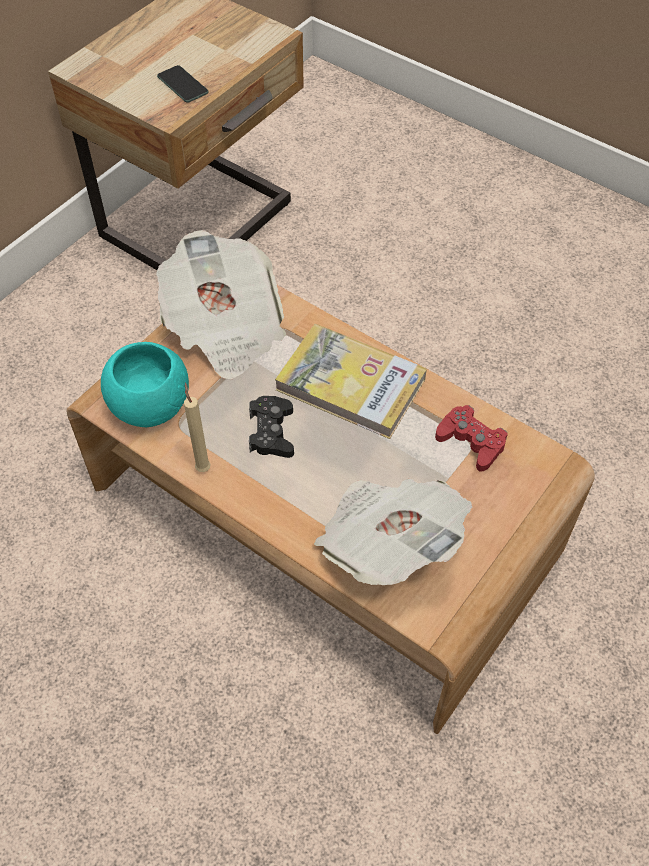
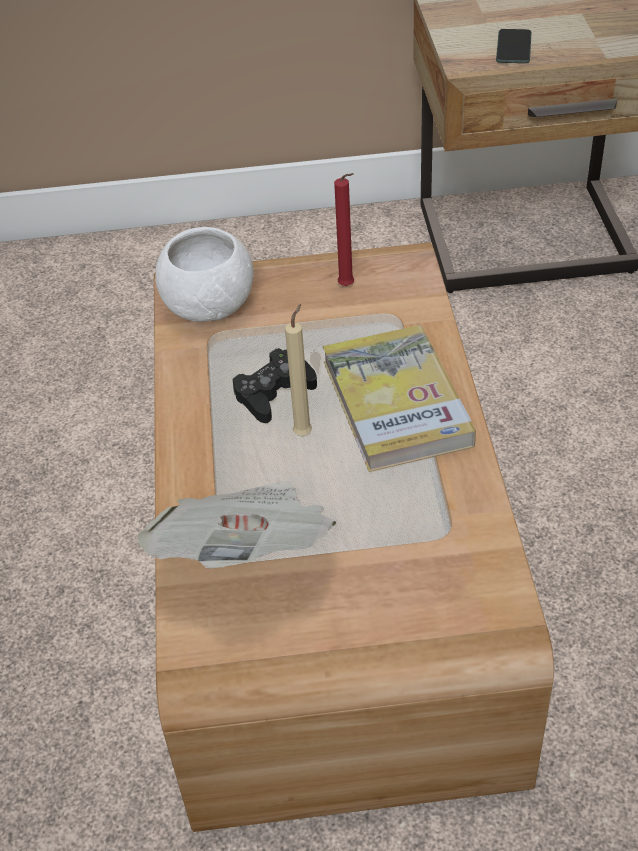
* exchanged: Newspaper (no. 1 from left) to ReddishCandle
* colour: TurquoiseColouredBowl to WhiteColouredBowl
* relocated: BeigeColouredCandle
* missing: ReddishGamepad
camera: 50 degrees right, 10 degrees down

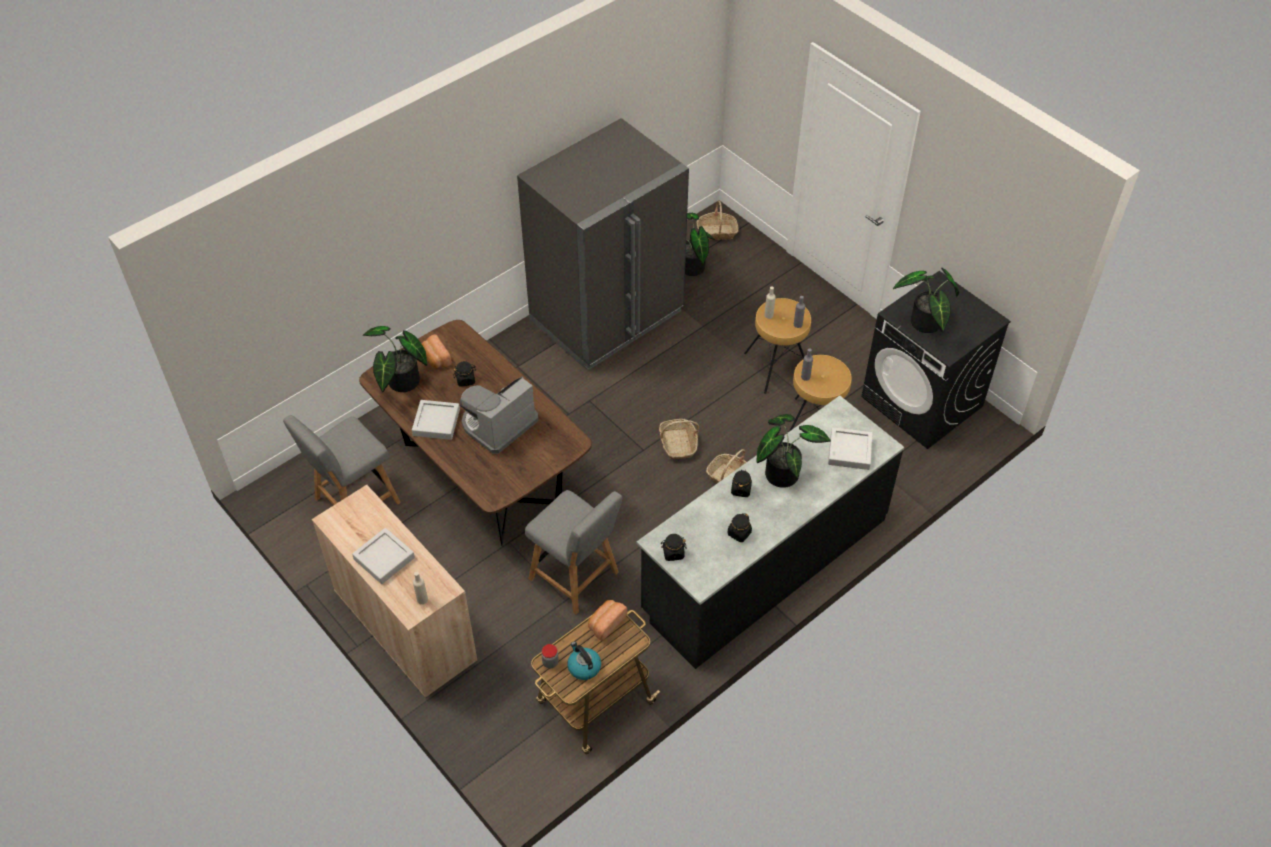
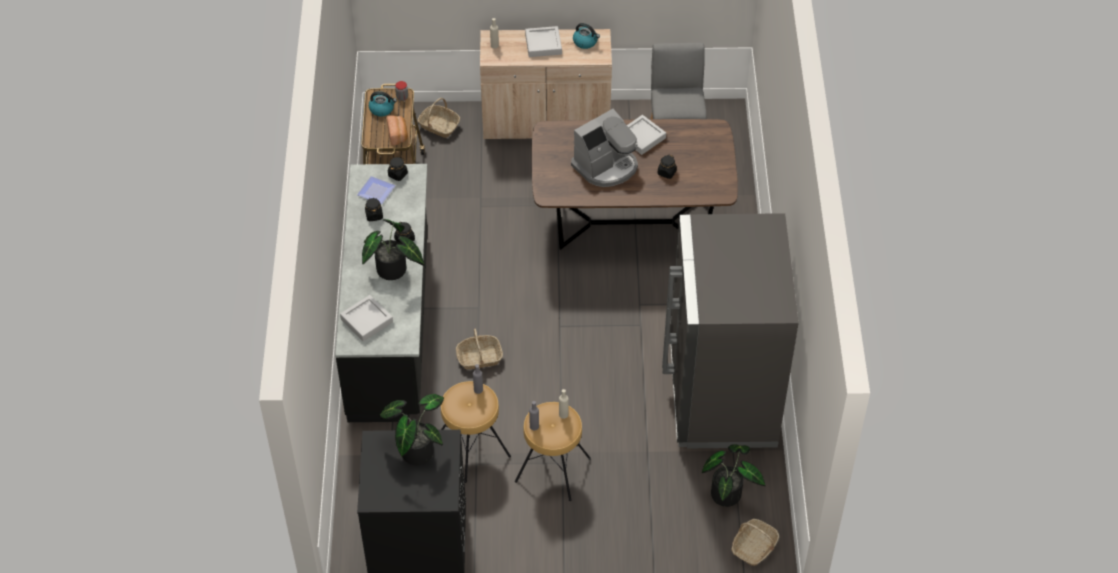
* missing: PottedPlant (no. 1 from left)
* missing: BakeryBread (no. 1 from left)
* spun: CoffeeBrewer 60 degrees clockwise
* relocated: HouseholdBasket (no. 1 from left)
* missing: GreyChair (no. 2 from left)
* appeared: WaterKettle (no. 2 from left)
* appeared: DinnerPlate
camera: 130 degrees right, 0 degrees up

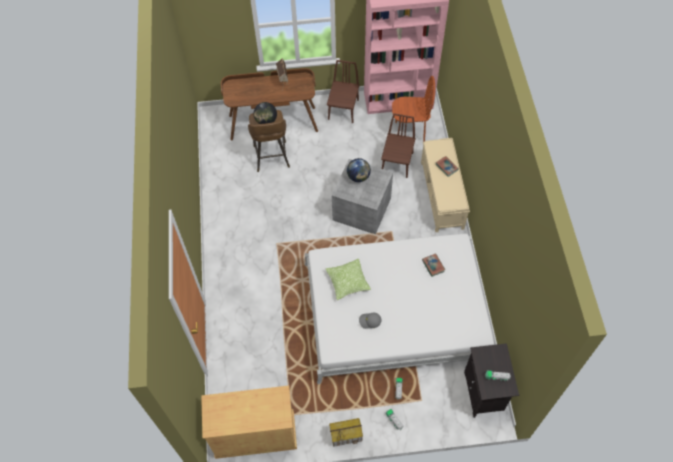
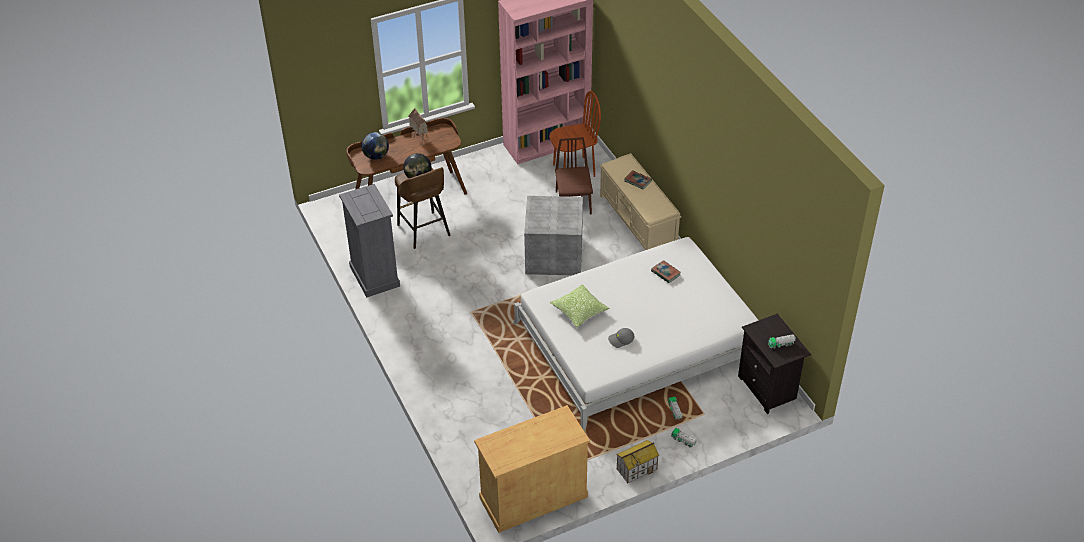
* missing: BrownColouredChair (no. 1 from left)
* relocated: Globe (no. 2 from left in the first image) to Globe (no. 1 from left)
* appeared: GreyDrawerChest
camera: 20 degrees left, 15 degrees down

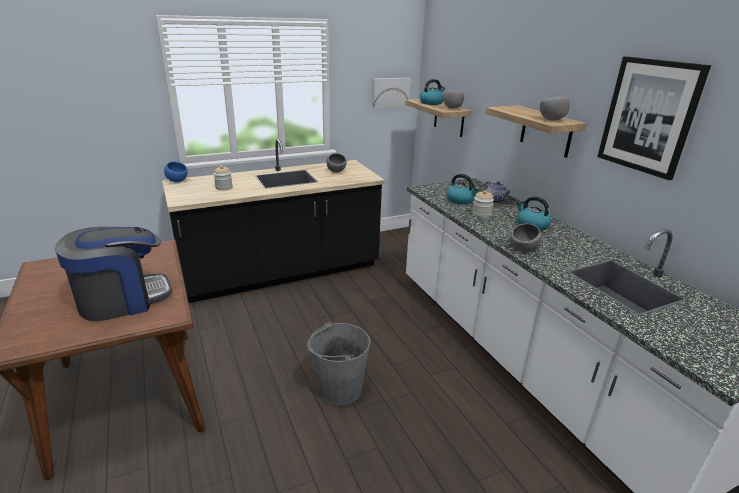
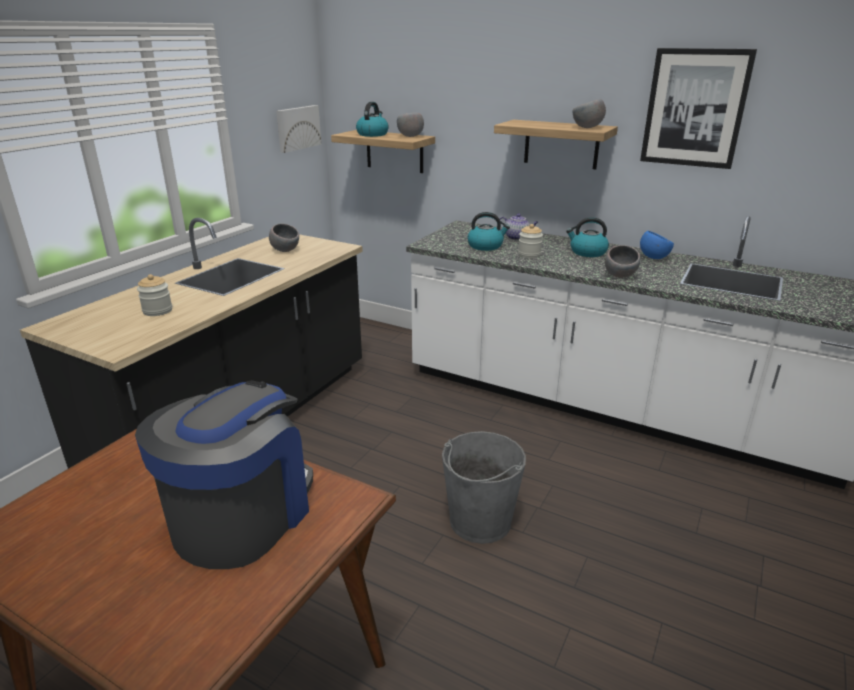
* relocated: BlueBowl
camera: 35 degrees left, 0 degrees up

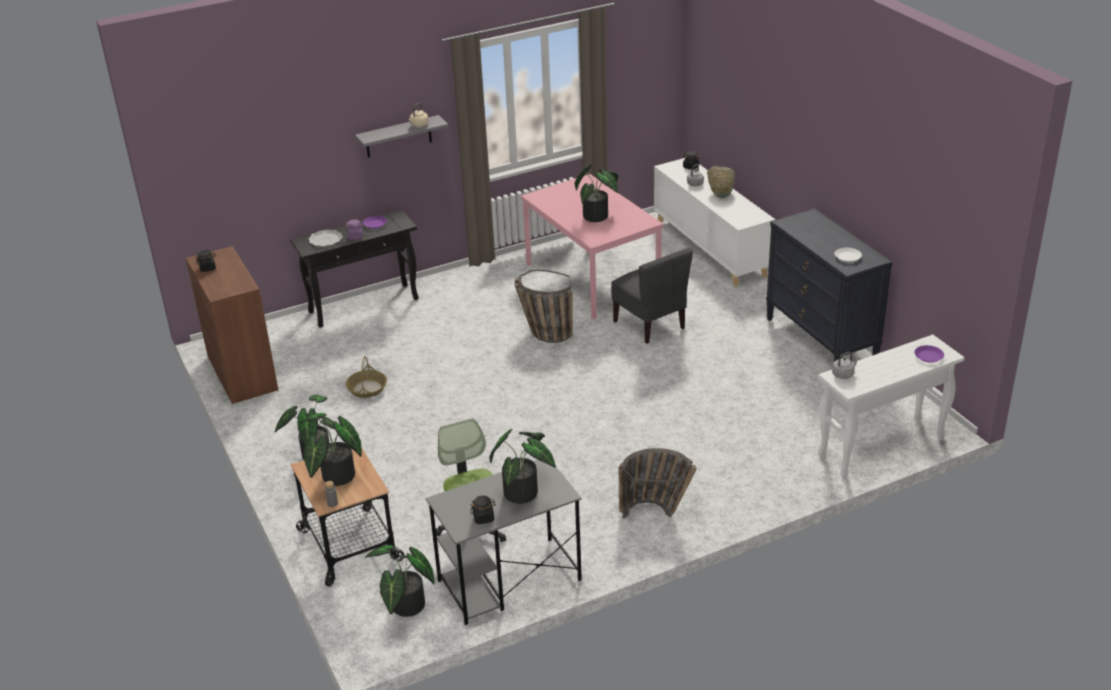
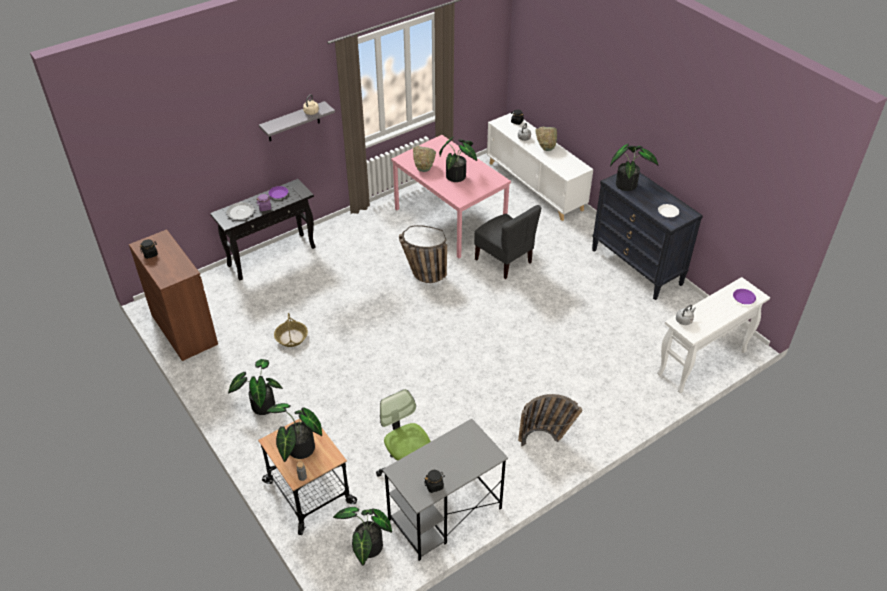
* relocated: PottedPlant (no. 4 from left in the first image) to PottedPlant (no. 5 from left)
* appeared: GreenishBowl (no. 1 from left)
camera: 10 degrees left, 10 degrees up

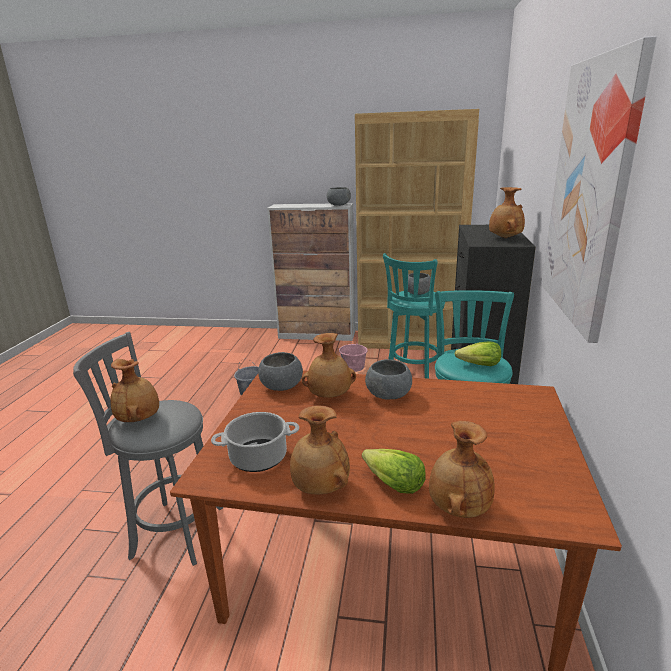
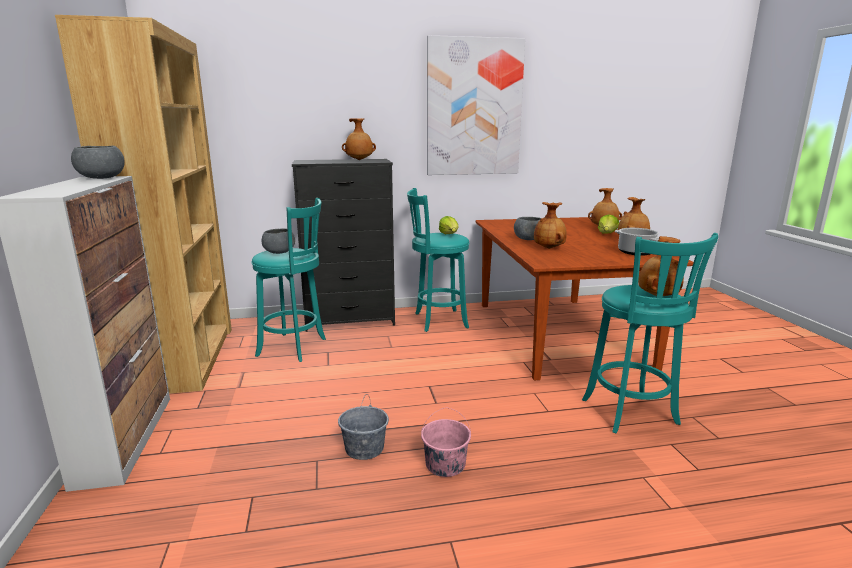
* colour: GreySittingStool to TurquoiseColouredSittingStool (no. 3 from left)
* relocated: PinkColouredPail
* missing: GreyBowl (no. 1 from left)
camera: 110 degrees left, 5 degrees down

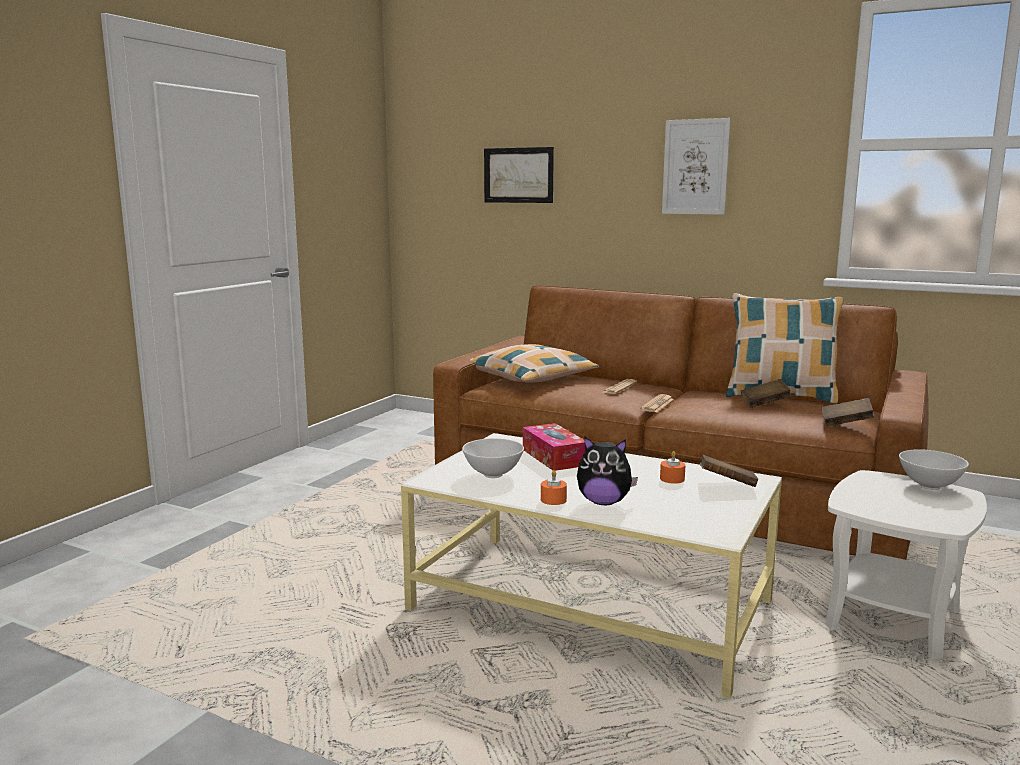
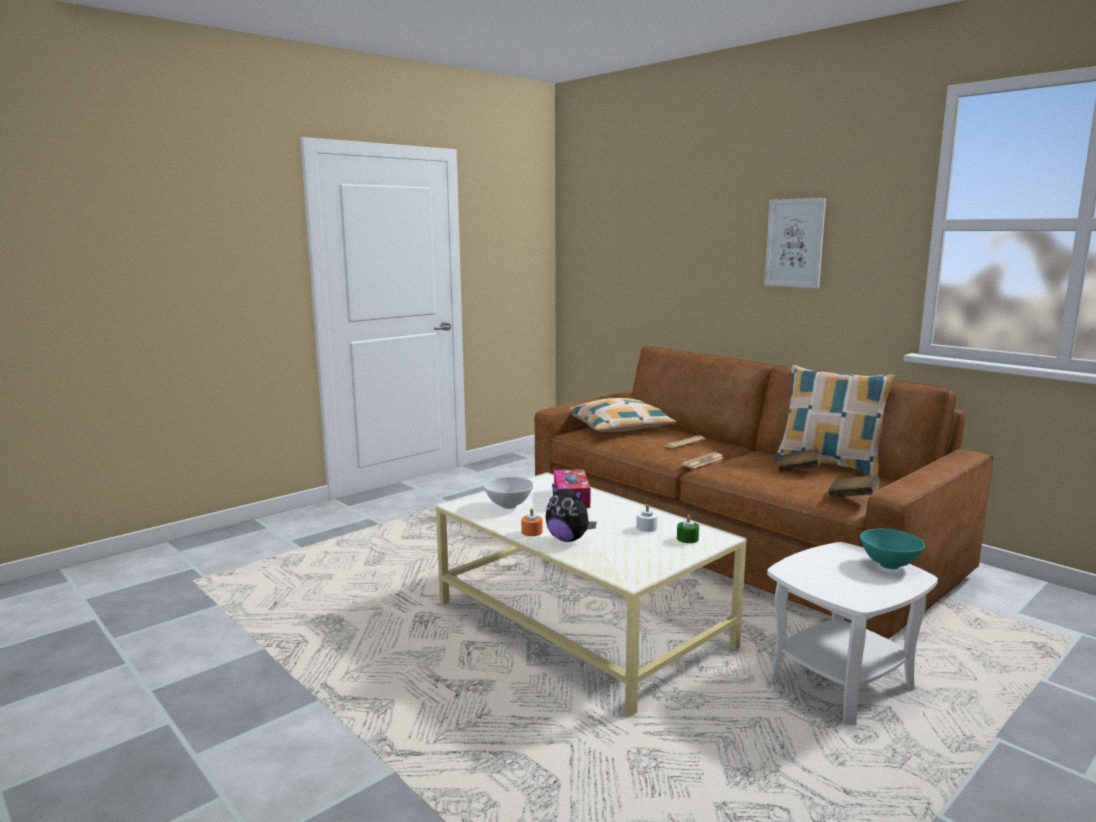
* missing: WallPicture (no. 1 from left)
* colour: WhiteColouredBowl (no. 2 from left) to TurquoiseColouredBowl
* colour: OrangeColouredCandle (no. 2 from left) to WhiteColouredCandle
* exchanged: BrownColouredBook (no. 1 from left) to GreenishCandle
camera: 20 degrees right, 0 degrees up

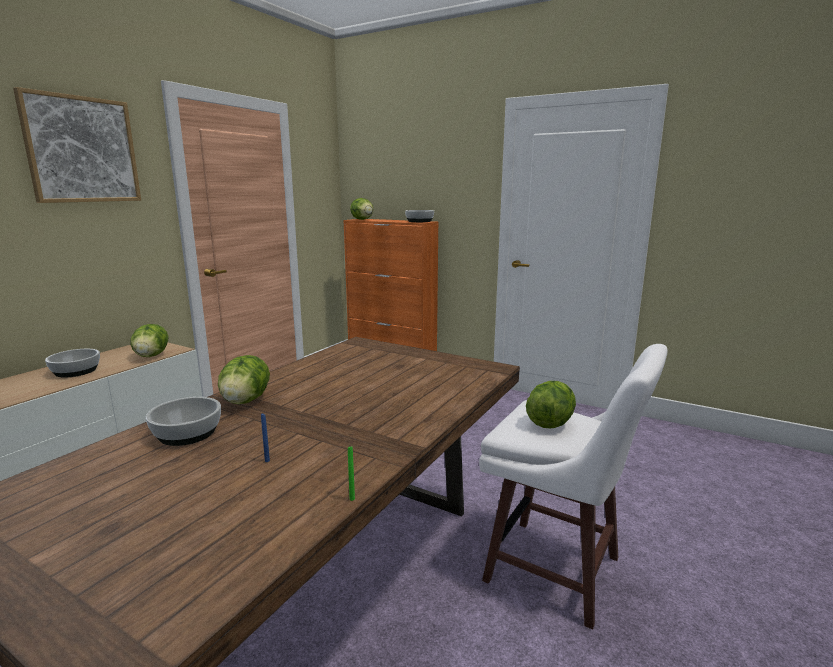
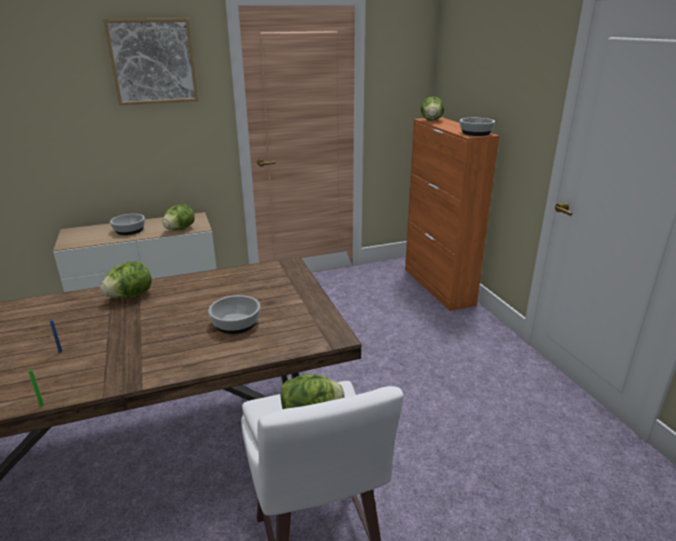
* relocated: Bowl (no. 2 from left)
camera: 40 degrees right, 10 degrees up

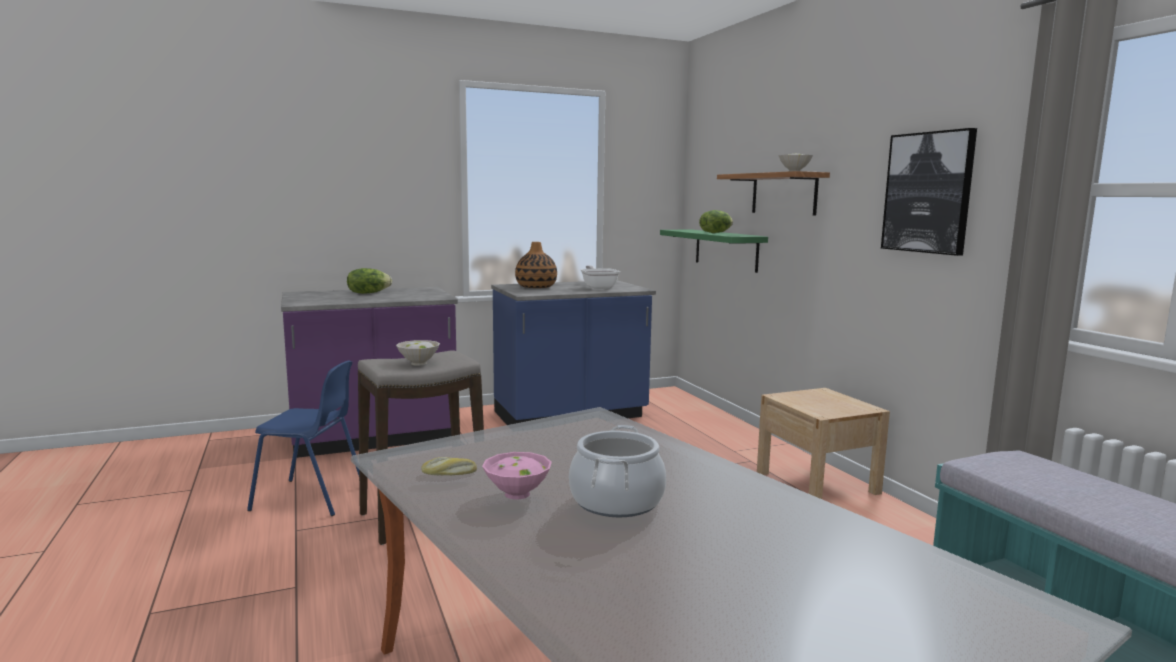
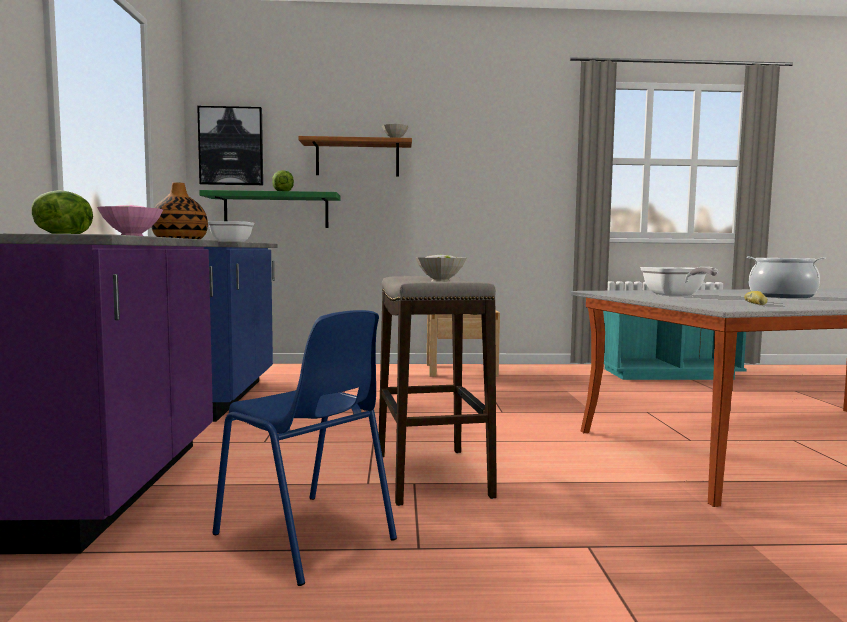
* relocated: WallPicture
* spun: BlueChair 105 degrees clockwise
* relocated: PinkColouredBowl
* appeared: FryingPan (no. 2 from left)
camera: 70 degrees left, 5 degrees down

